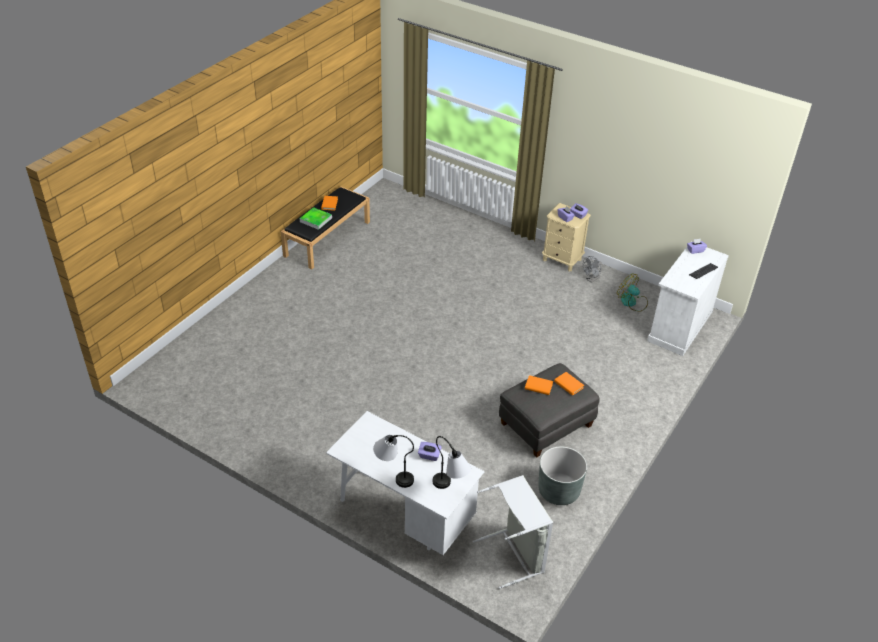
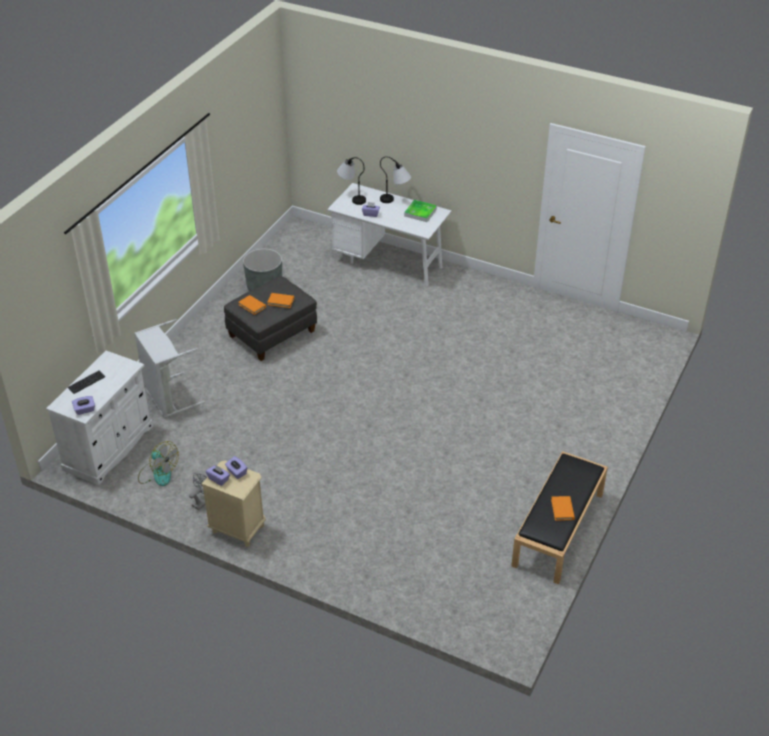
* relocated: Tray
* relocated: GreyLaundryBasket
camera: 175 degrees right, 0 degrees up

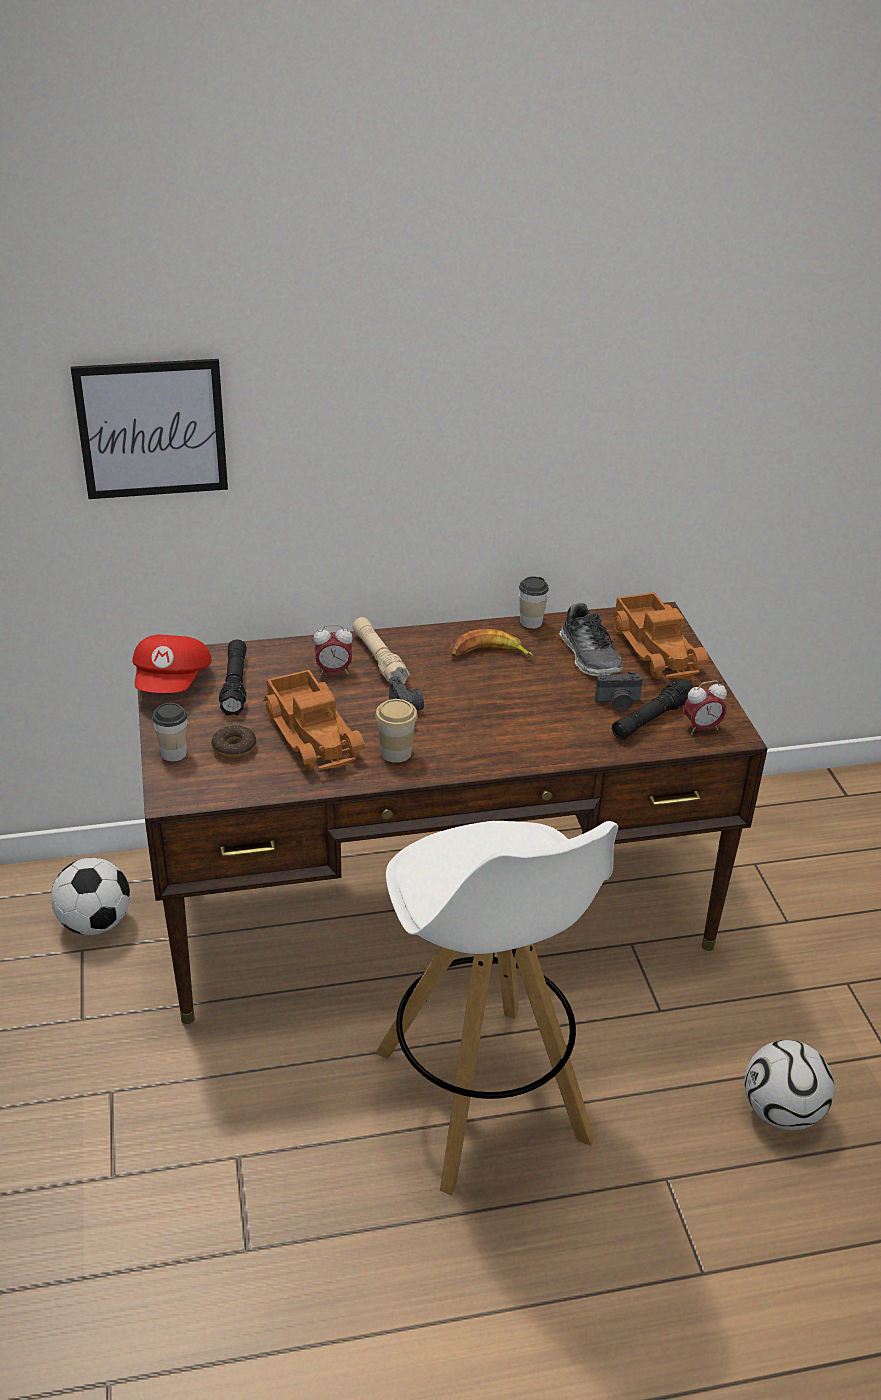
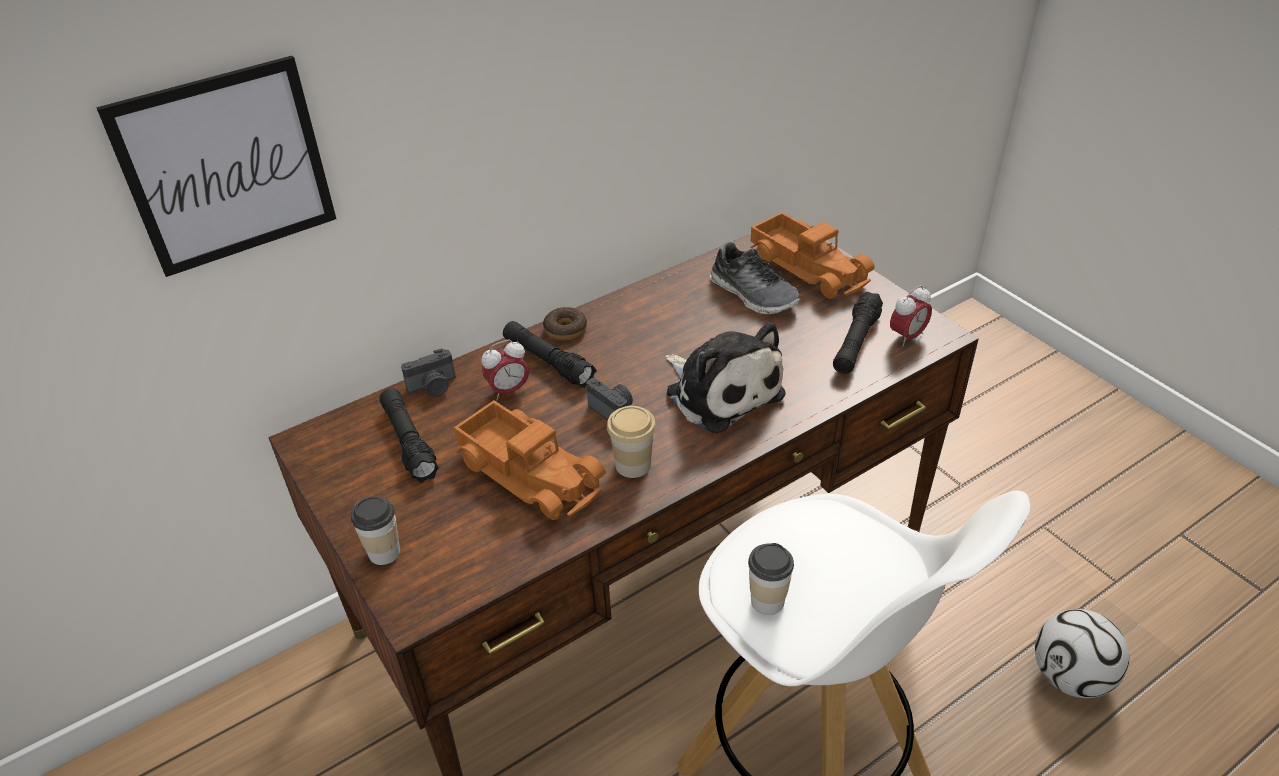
* relocated: Cup (no. 3 from left)
* colour: BeigeColouredTorch to BlackTorch (no. 2 from left)
* missing: Banana
* missing: ReddishPeakedCap
* relocated: PhotoCamera (no. 2 from left in the first image) to PhotoCamera (no. 1 from left)
* relocated: Donut
* missing: BallForFootball (no. 1 from left)
* appeared: CuddlyToy
camera: 20 degrees left, 5 degrees up

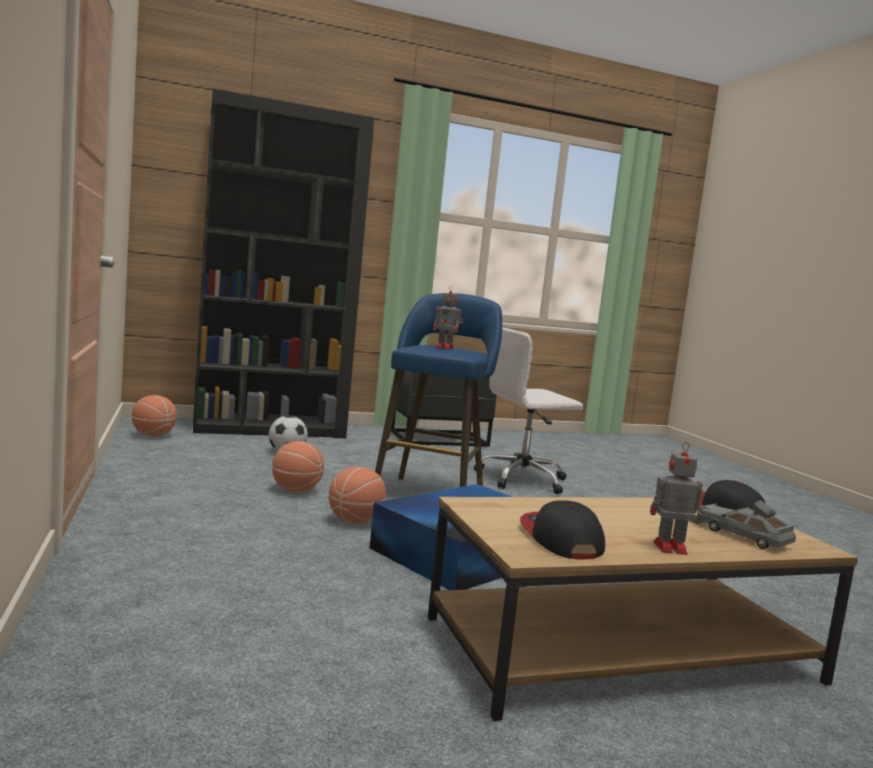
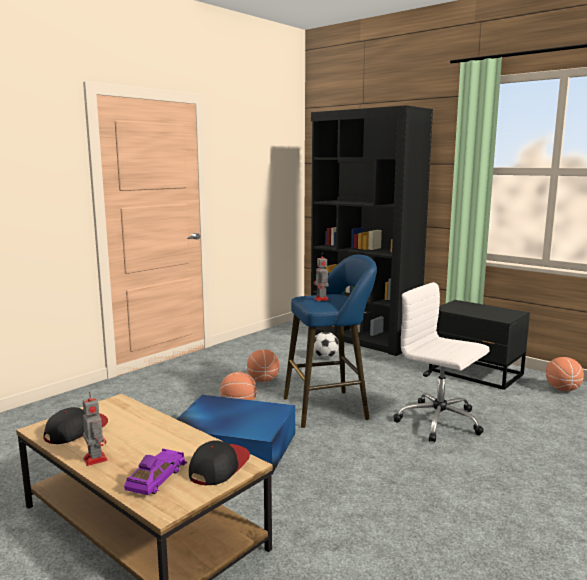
* relocated: BallForBasketball (no. 1 from left in the first image) to BallForBasketball (no. 3 from left)
* colour: GreyMiniatureCar to PurpleColouredMiniatureCar
camera: 60 degrees right, 5 degrees up

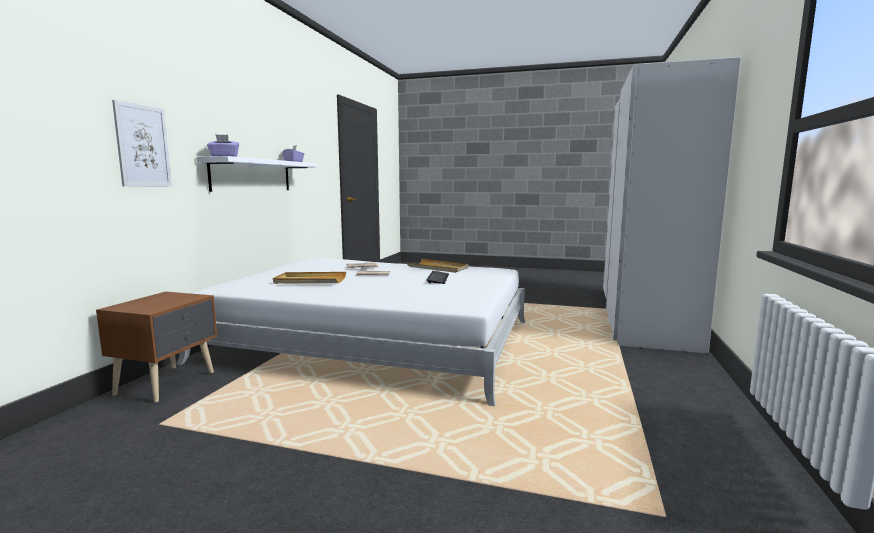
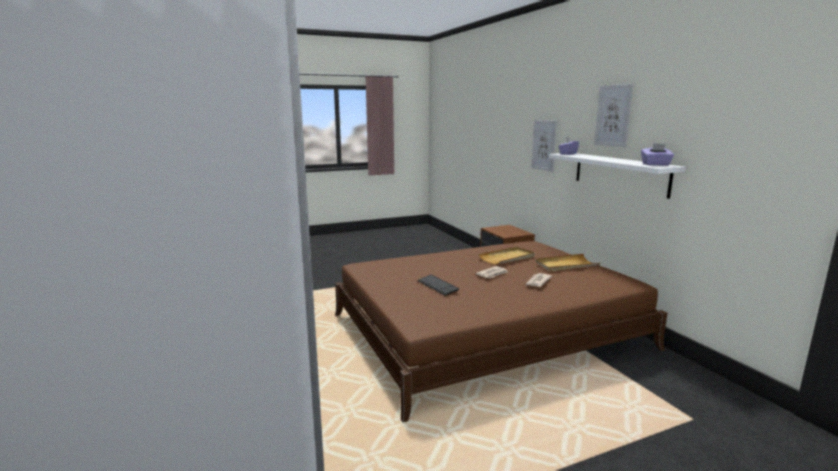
* colour: WhiteColouredSleepingBed to BrownColouredSleepingBed
* relocated: BeigeColouredTray (no. 2 from left)
* appeared: WallPicture (no. 2 from left)
camera: 140 degrees right, 5 degrees up

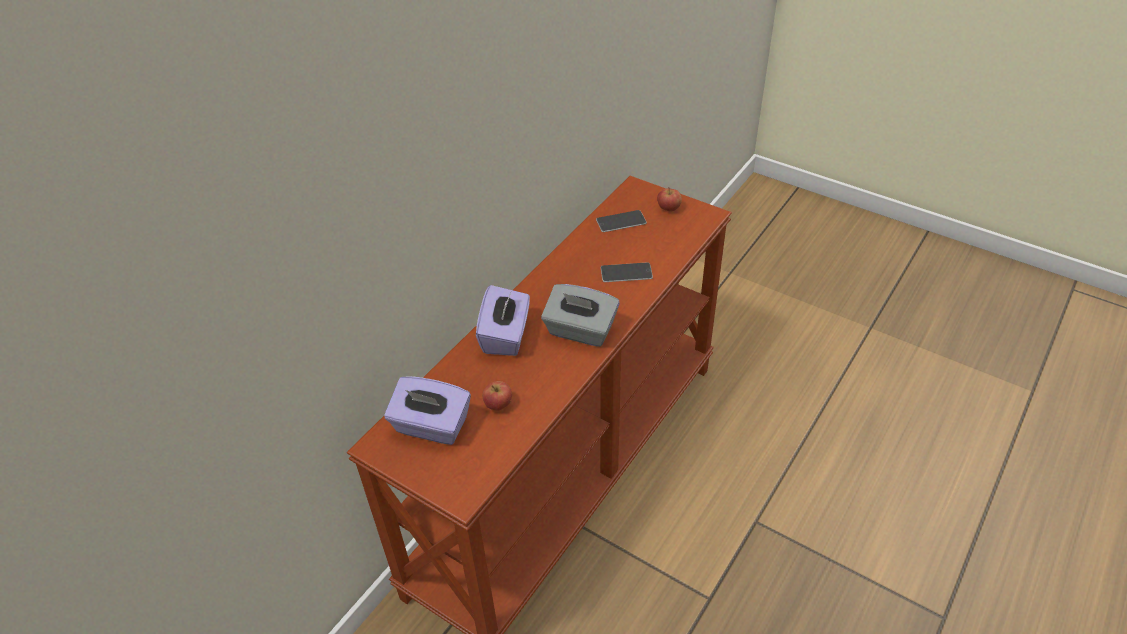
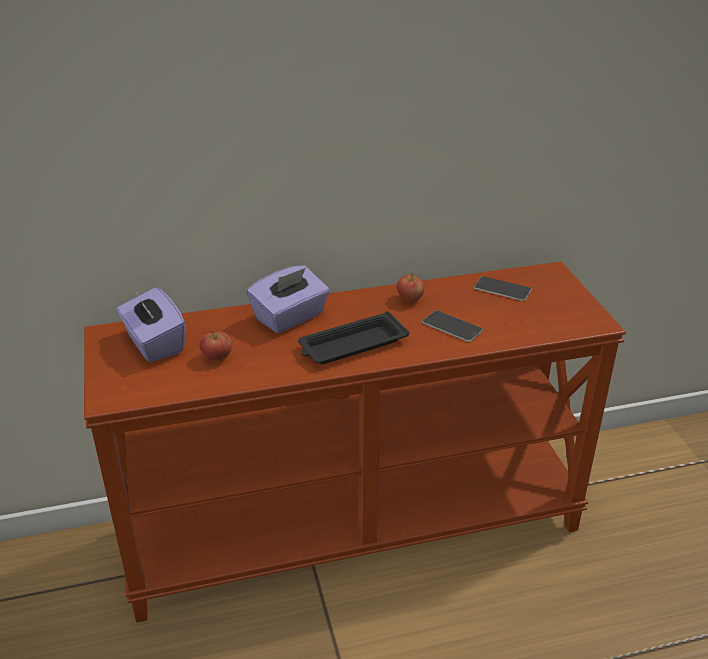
* relocated: WholeApple (no. 2 from left)
* exchanged: GreyTissueBox to BlackTray
camera: 40 degrees right, 10 degrees down

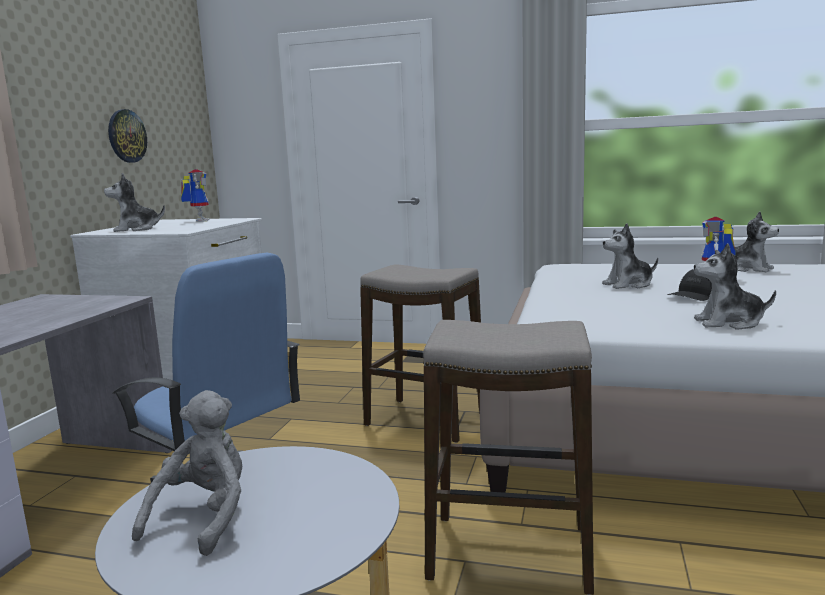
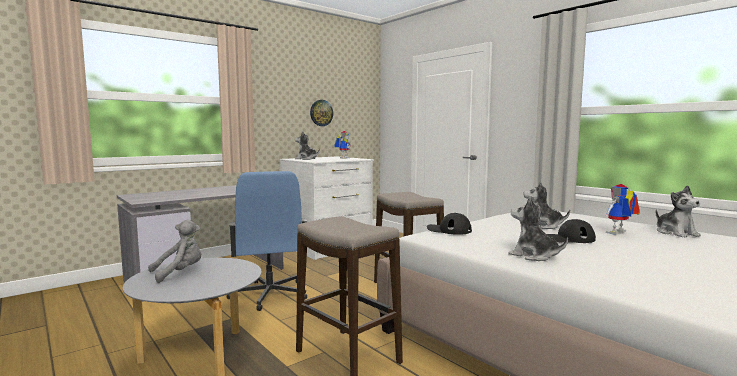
* appeared: BlackPeakedCap (no. 1 from left)
camera: 35 degrees right, 5 degrees down

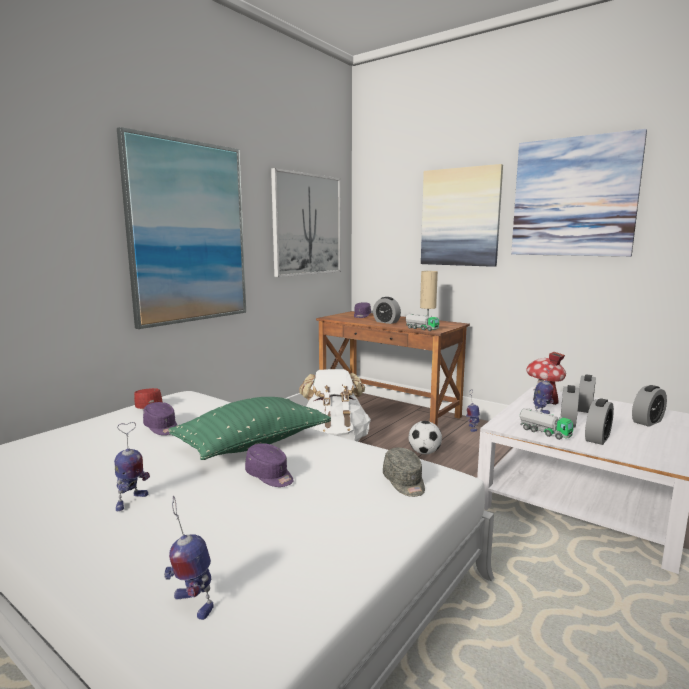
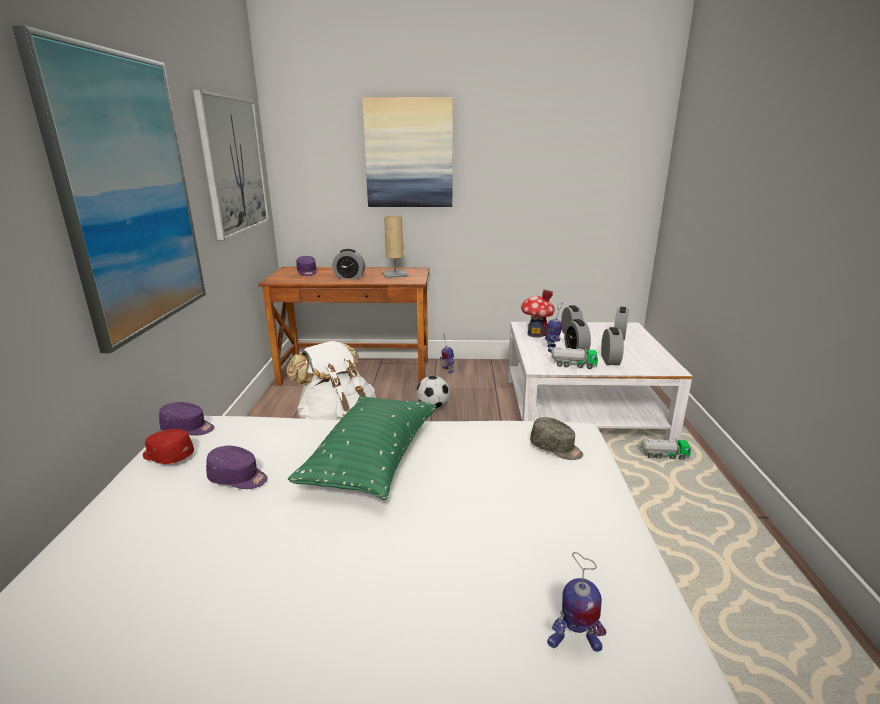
* missing: WallPicture (no. 4 from left)
* relocated: ModelTruck (no. 1 from left in the first image) to ModelTruck (no. 2 from left)
* missing: RobotFigure (no. 1 from left)
* relocated: PurpleColouredPeakedCap (no. 2 from left in the first image) to PurpleColouredPeakedCap (no. 1 from left)
camera: 35 degrees left, 10 degrees up

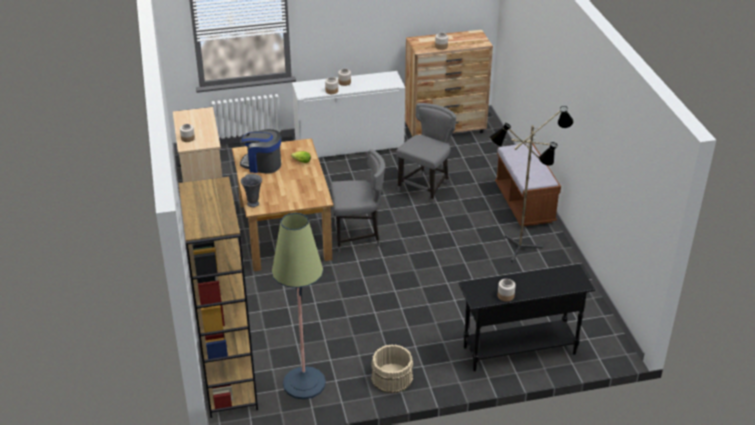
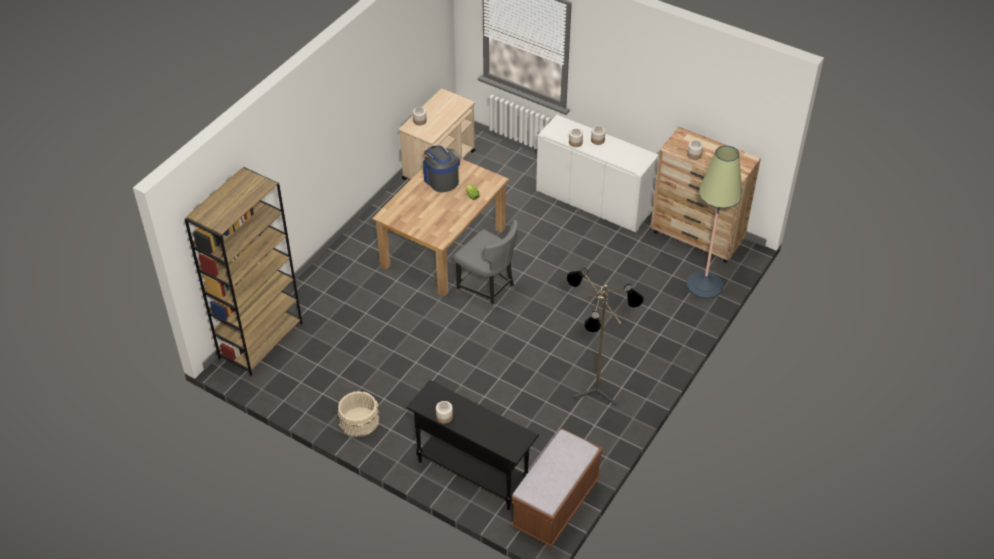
* missing: GreyChair (no. 2 from left)
* relocated: BrownColouredIndoorBench
* missing: GreyDecorativeVase
* relocated: StandardLamp (no. 1 from left in the first image) to StandardLamp (no. 2 from left)
camera: 45 degrees right, 10 degrees up

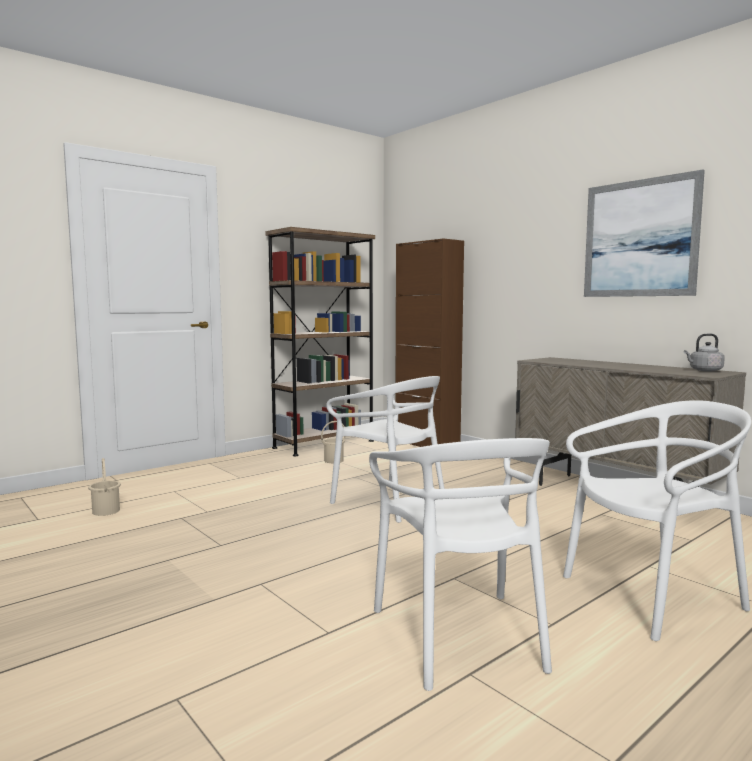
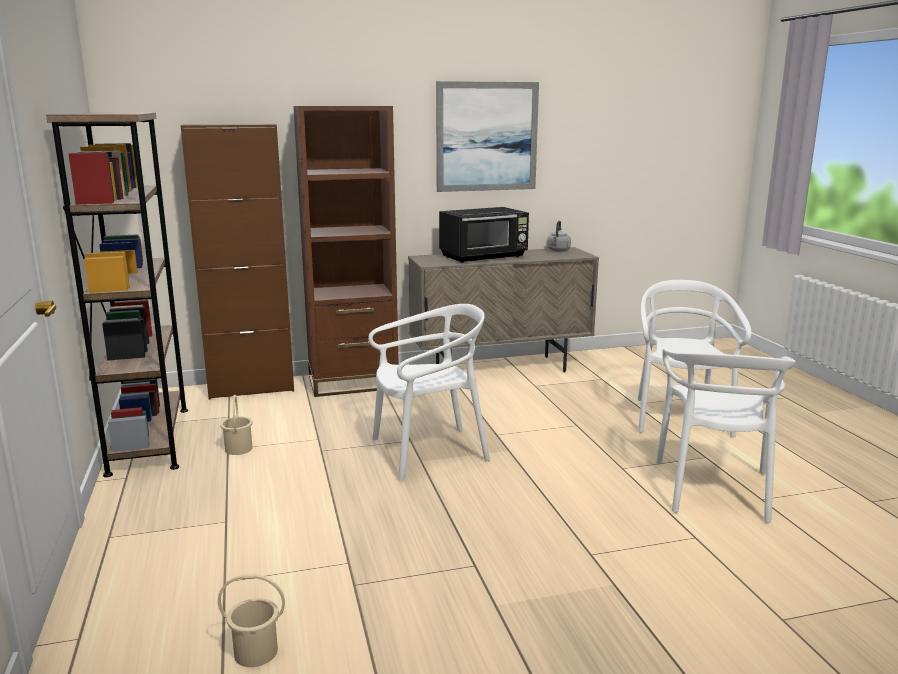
* spun: WhiteColouredChair (no. 2 from left in the first image) 90 degrees clockwise
* appeared: BrownColouredBookcase (no. 2 from left)
* appeared: BlackMicrowave
camera: 65 degrees left, 10 degrees up

